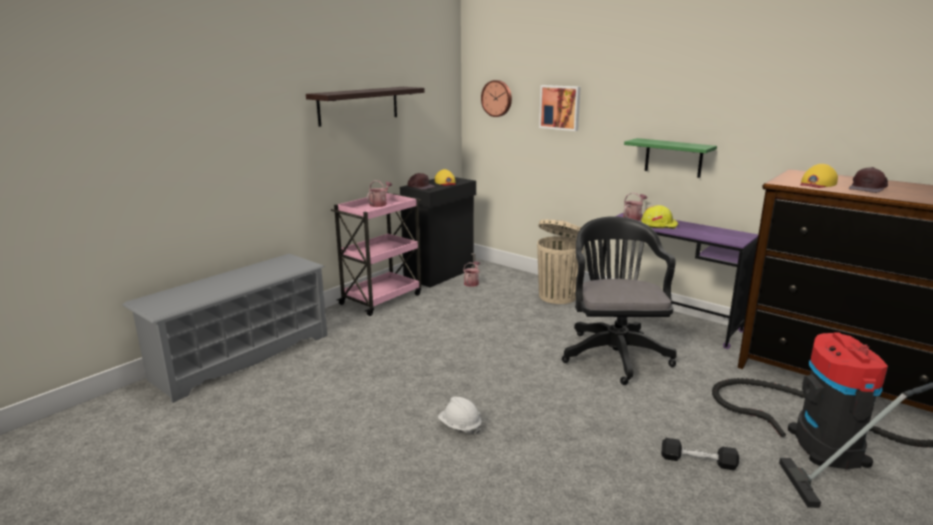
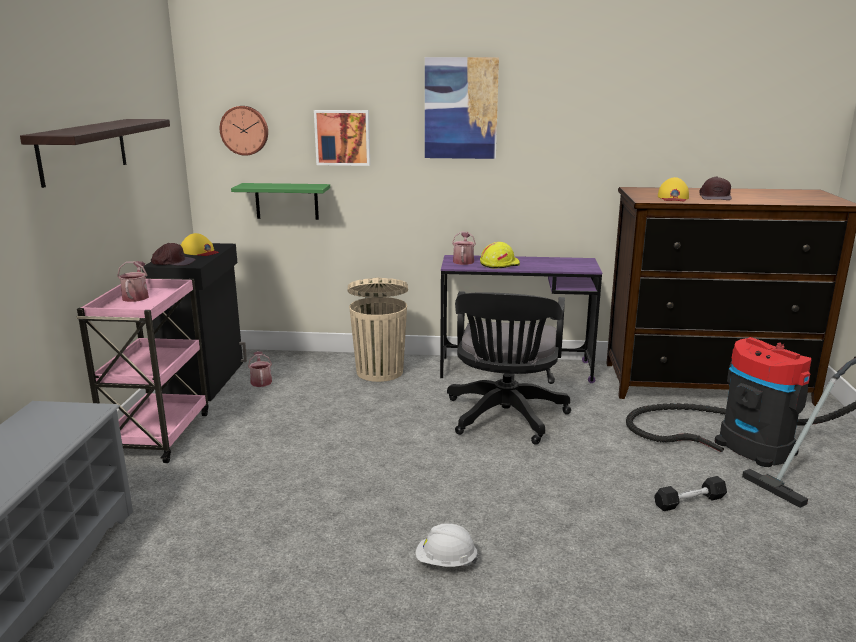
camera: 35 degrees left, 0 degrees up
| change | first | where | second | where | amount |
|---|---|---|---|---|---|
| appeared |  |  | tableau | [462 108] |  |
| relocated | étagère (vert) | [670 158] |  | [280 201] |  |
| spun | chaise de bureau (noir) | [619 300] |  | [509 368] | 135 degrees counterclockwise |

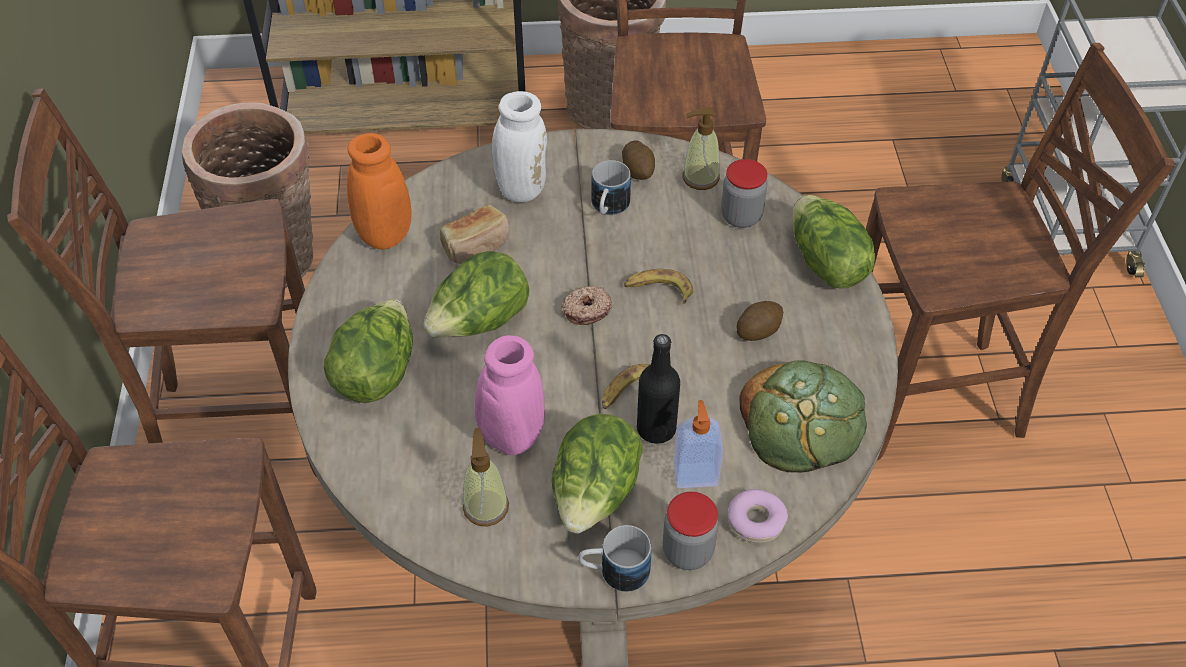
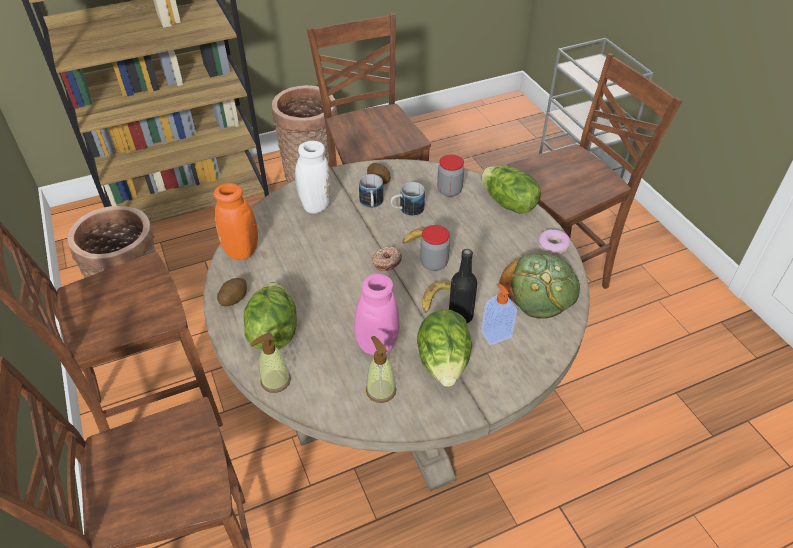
camera: 20 degrees left, 5 degrees down
| change | first | where | second | where | amount |
|---|---|---|---|---|---|
| missing | laitue | [476 294] |  |  |  |
| missing | pain | [474 234] |  |  |  |
| relocated | mug | [614 558] |  | [408 199] |  |
| relocated | bocal | [690 531] |  | [435 248] |  |
| relocated | distributeur de savon | [701 148] |  | [270 362] |  |
| relocated | beignet | [758 516] |  | [554 242] |  |
| relocated | pomme de terre | [759 321] |  | [232 292] |  |

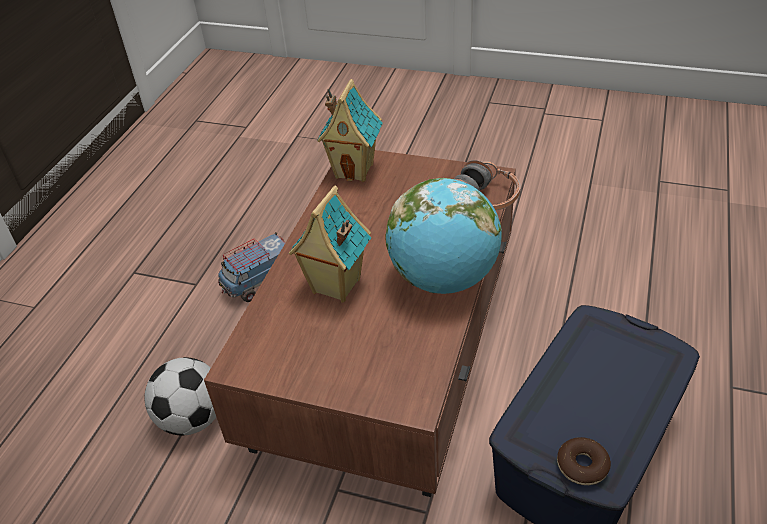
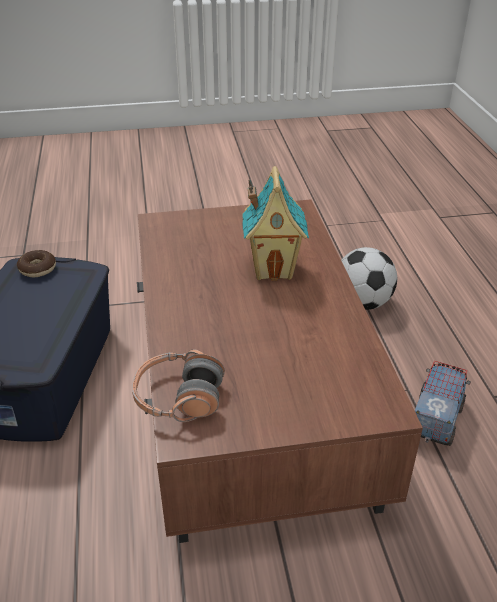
camera: 150 degrees right, 5 degrees down
| change | first | where | second | where | amount |
|---|---|---|---|---|---|
| missing | maison miniature | [350 130] |  |  |  |
| missing | globe | [443 236] |  |  |  |

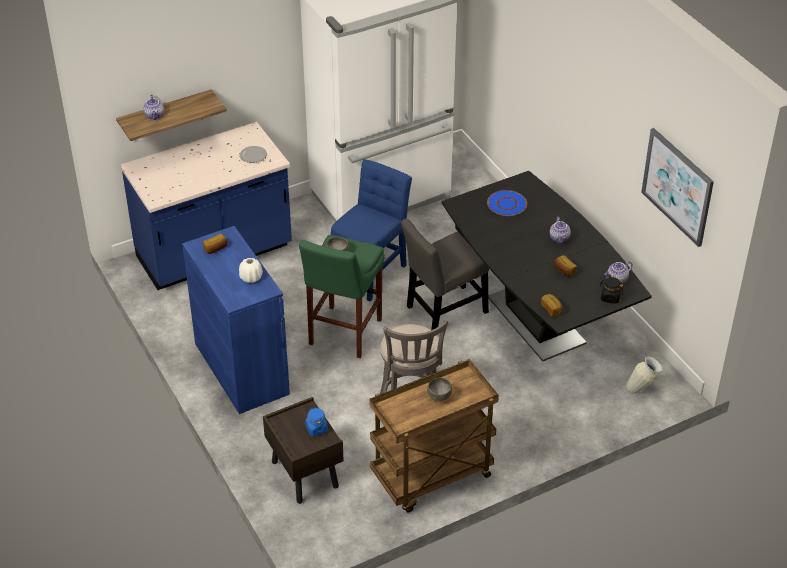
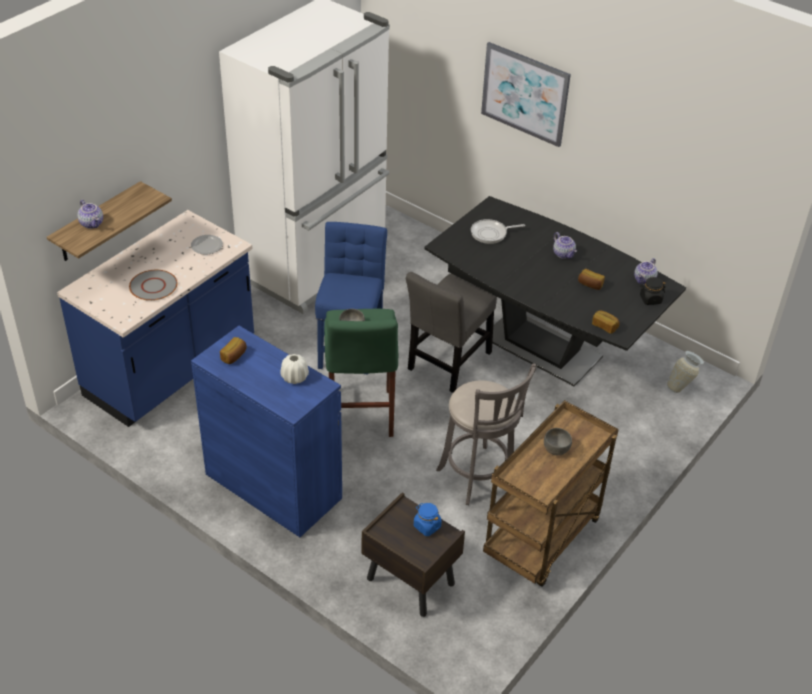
camera: 25 degrees left, 0 degrees up
| change | first | where | second | where | amount |
|---|---|---|---|---|---|
| appeared |  |  | assiette (gris) | [153 285] |  |
| relocated | tableau | [677 187] |  | [526 94] |  |
| exchanged | assiette (bleu) | [507 203] | poêle | [498 231] |  |

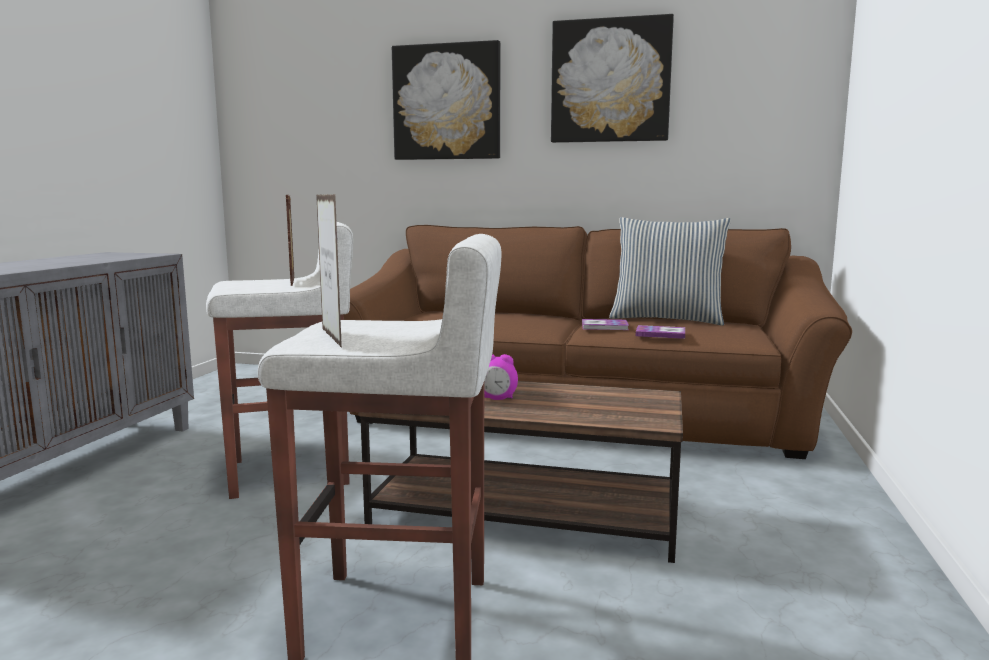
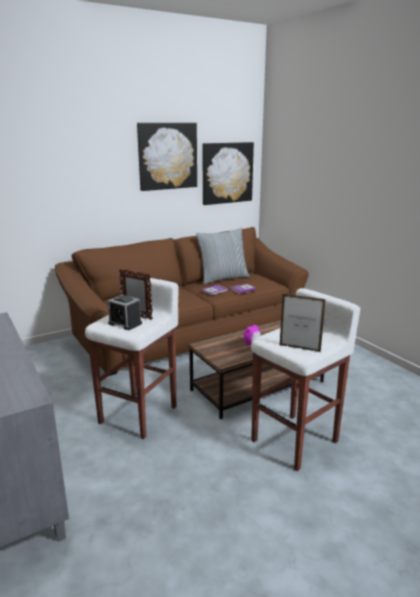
camera: 45 degrees left, 10 degrees up
| change | first | where | second | where | amount |
|---|---|---|---|---|---|
| appeared |  |  | réveil | [125 312] |  |
| relocated | tableau | [446 100] |  | [228 173] |  |

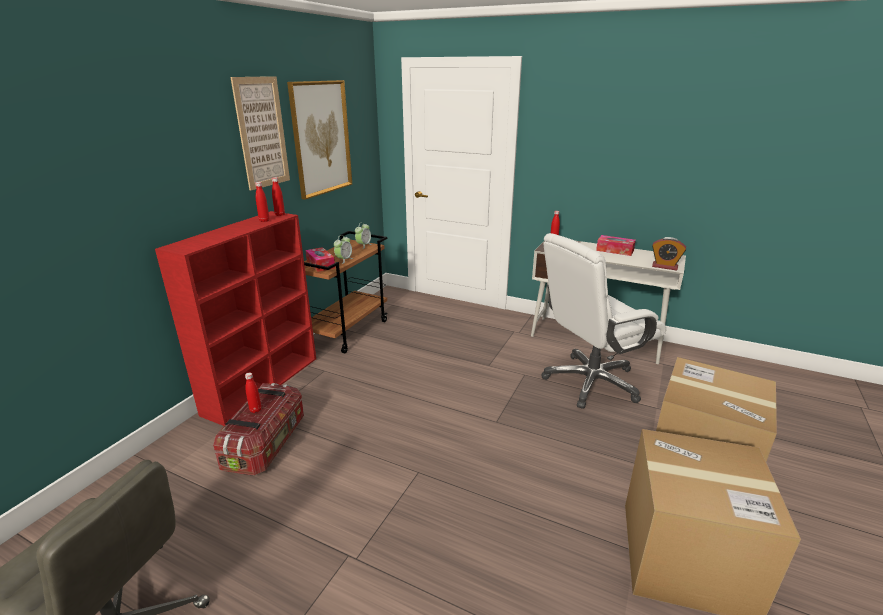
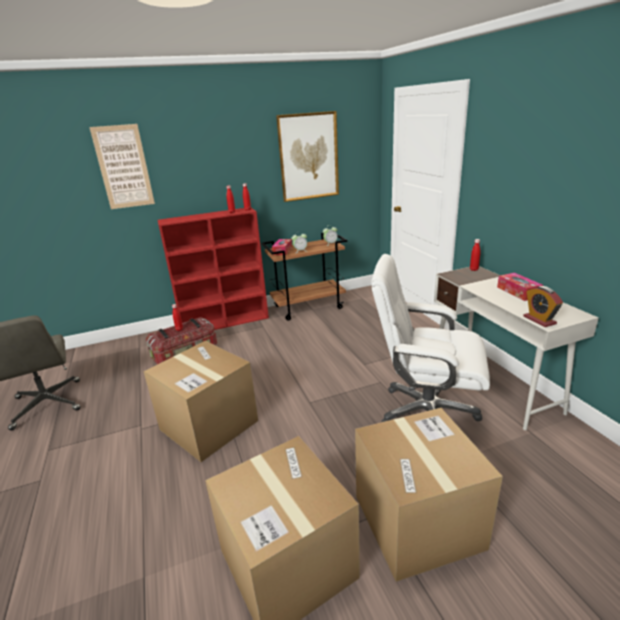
camera: 45 degrees right, 0 degrees up
| change | first | where | second | where | amount |
|---|---|---|---|---|---|
| appeared |  |  | carton | [200 401] |  |
| relocated | tableau | [260 133] |  | [122 166] |  |

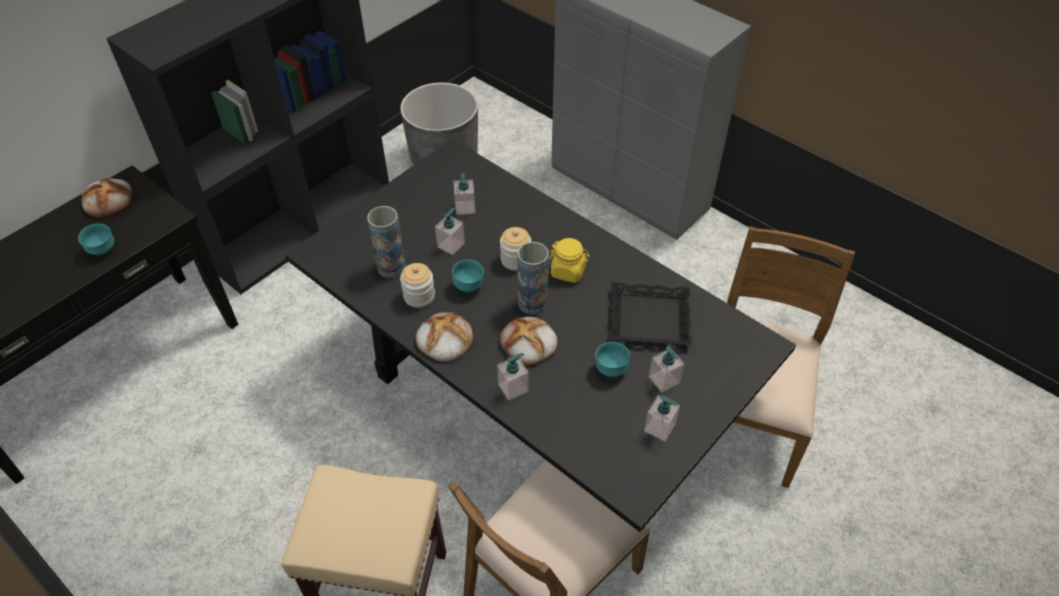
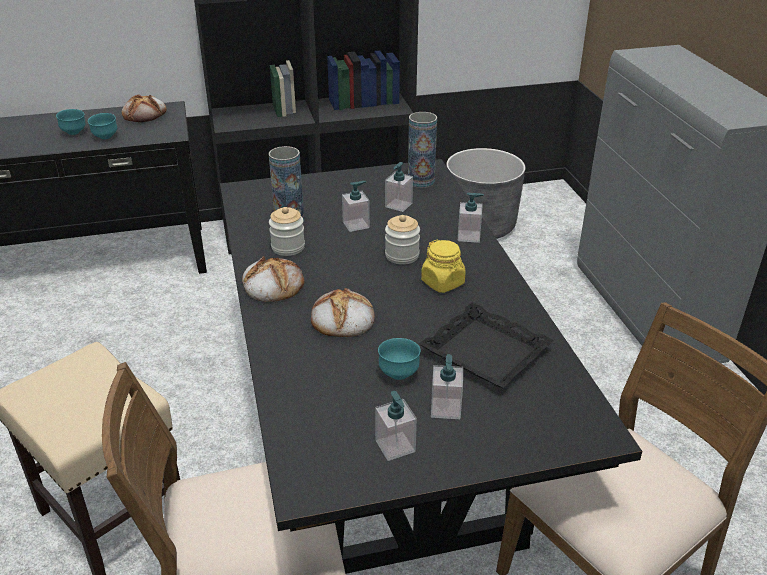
camera: 35 degrees right, 15 degrees down
| change | first | where | second | where | amount |
|---|---|---|---|---|---|
| relocated | bol (turquoise) | [468 276] |  | [70 122] |  |
| relocated | distributeur de savon | [513 377] |  | [471 217] |  |
| relocated | vase | [533 278] |  | [422 150] |  |

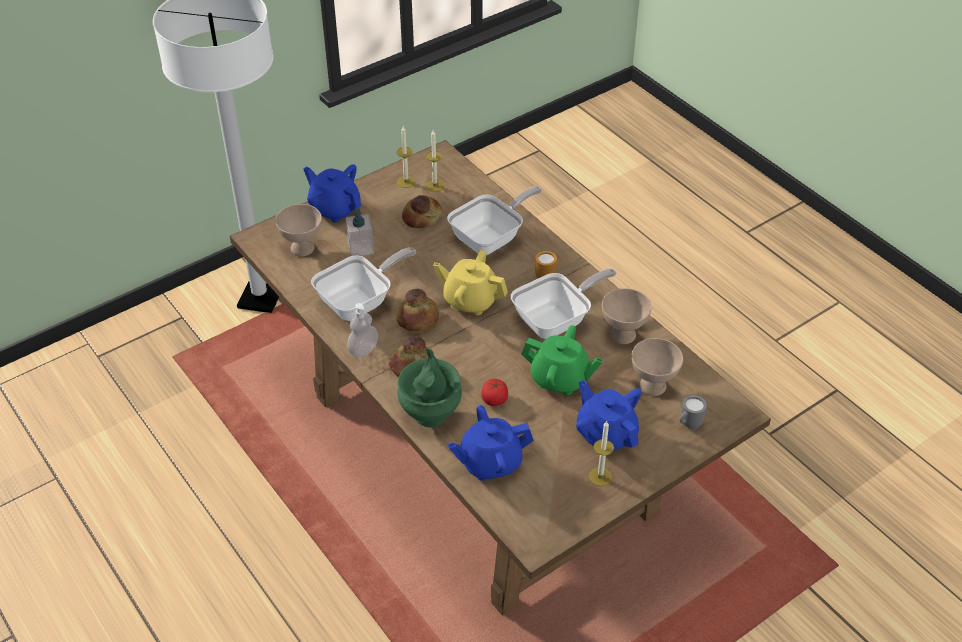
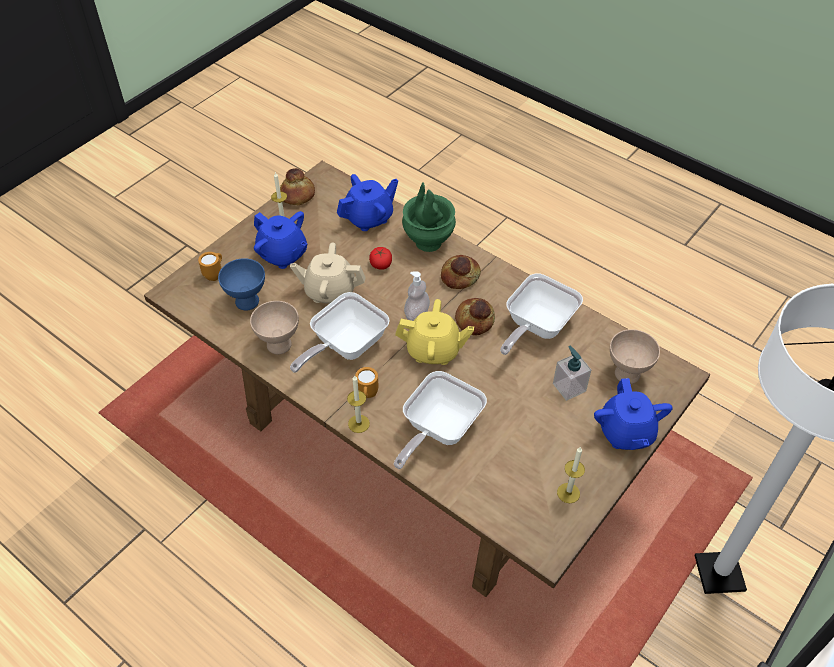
camera: 165 degrees right, 5 degrees up
| change | first | where | second | where | amount |
|---|---|---|---|---|---|
| relocated | distributeur de savon | [362 330] |  | [417 296] |  |
| relocated | pain | [422 211] |  | [297 186] |  |
| relocated | bougie | [435 161] |  | [358 404] |  |
| colour | théière (vert) | [562 360] | théière (beige) | [328 273] |  |
| colour | bol (beige) | [657 367] | bol (bleu) | [241 284] |  |
| colour | mug (gris) | [693 412] | mug (orange) | [210 266] |  |
| spun | théière (bleu) | [333 193] |  | [633 414] | 60 degrees clockwise |

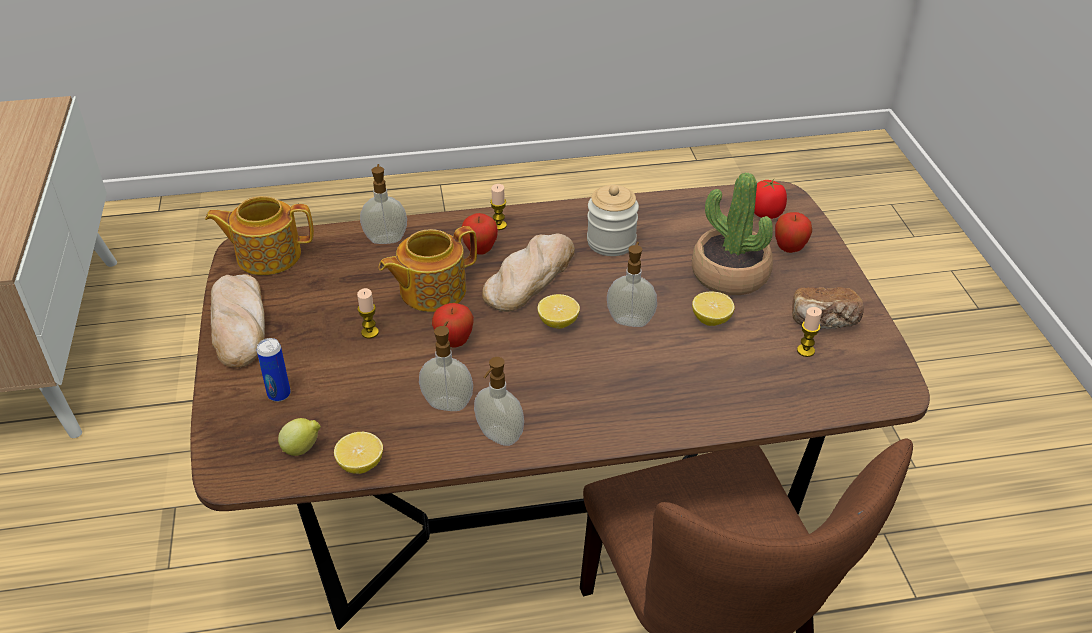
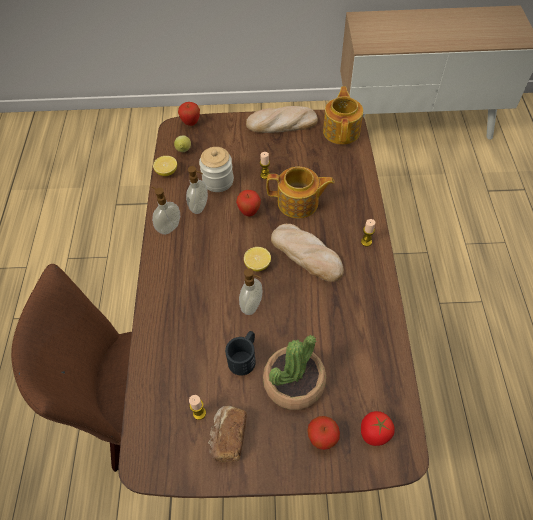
camera: 100 degrees right, 15 degrees up
| change | first | where | second | where | amount |
|---|---|---|---|---|---|
| missing | boîte métallique | [274 370] |  |  |  |
| missing | distributeur de savon | [383 204] |  |  |  |
| relocated | pomme | [480 234] |  | [189 114] |  |
| relocated | bocal | [613 220] |  | [216 169] |  |
| exchanged | citron | [713 309] | mug (noir) | [240 353] |  |
| spun | théière | [427 269] |  | [300 192] | 120 degrees clockwise |

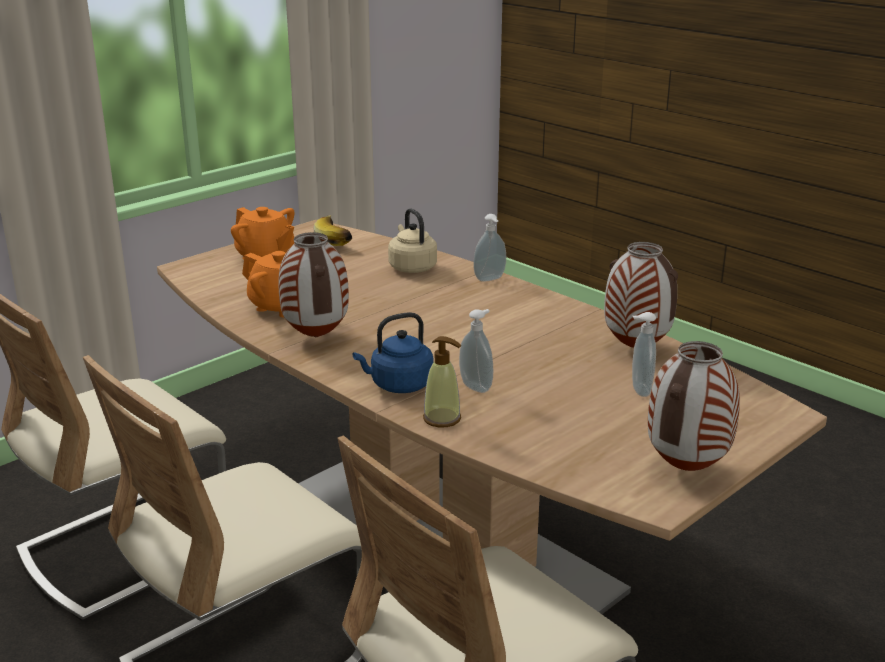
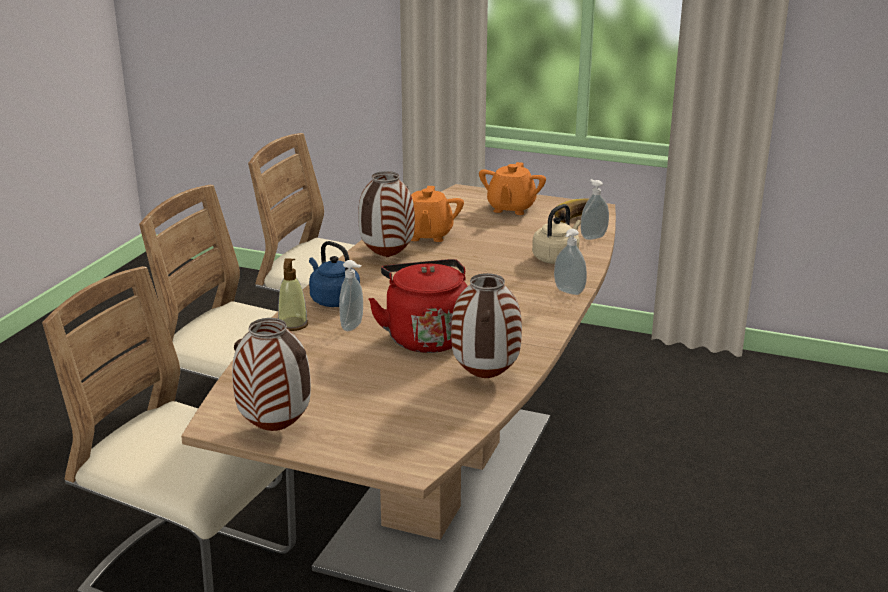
camera: 65 degrees right, 0 degrees up
| change | first | where | second | where | amount |
|---|---|---|---|---|---|
| appeared |  |  | bouilloire (rouge) | [418 306] |  |
| relocated | distributeur de savon | [644 354] |  | [594 209] |  |

